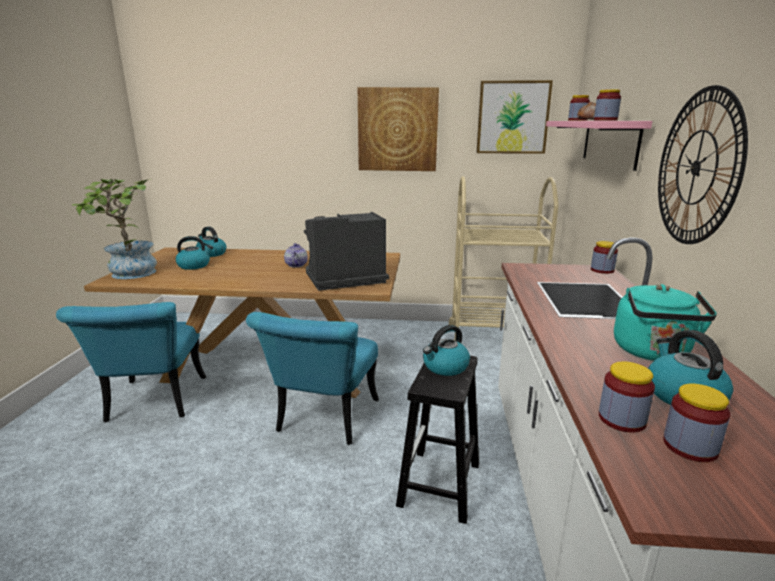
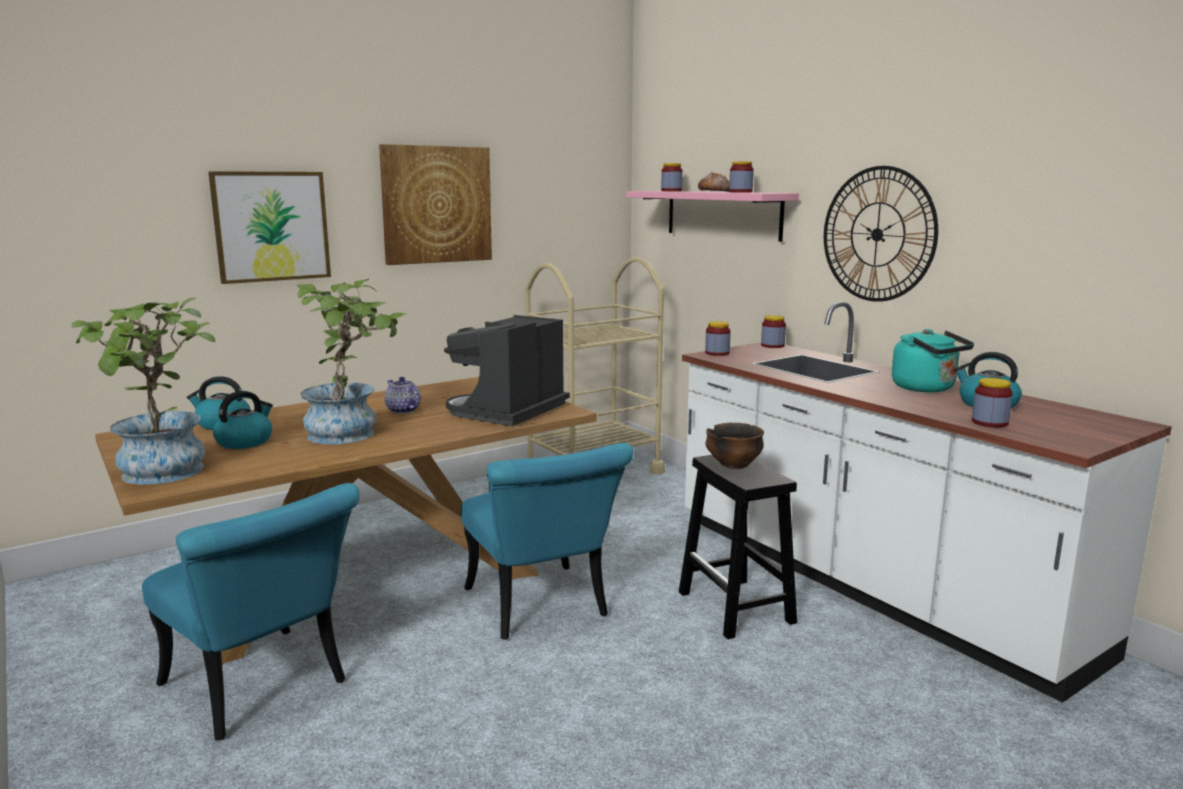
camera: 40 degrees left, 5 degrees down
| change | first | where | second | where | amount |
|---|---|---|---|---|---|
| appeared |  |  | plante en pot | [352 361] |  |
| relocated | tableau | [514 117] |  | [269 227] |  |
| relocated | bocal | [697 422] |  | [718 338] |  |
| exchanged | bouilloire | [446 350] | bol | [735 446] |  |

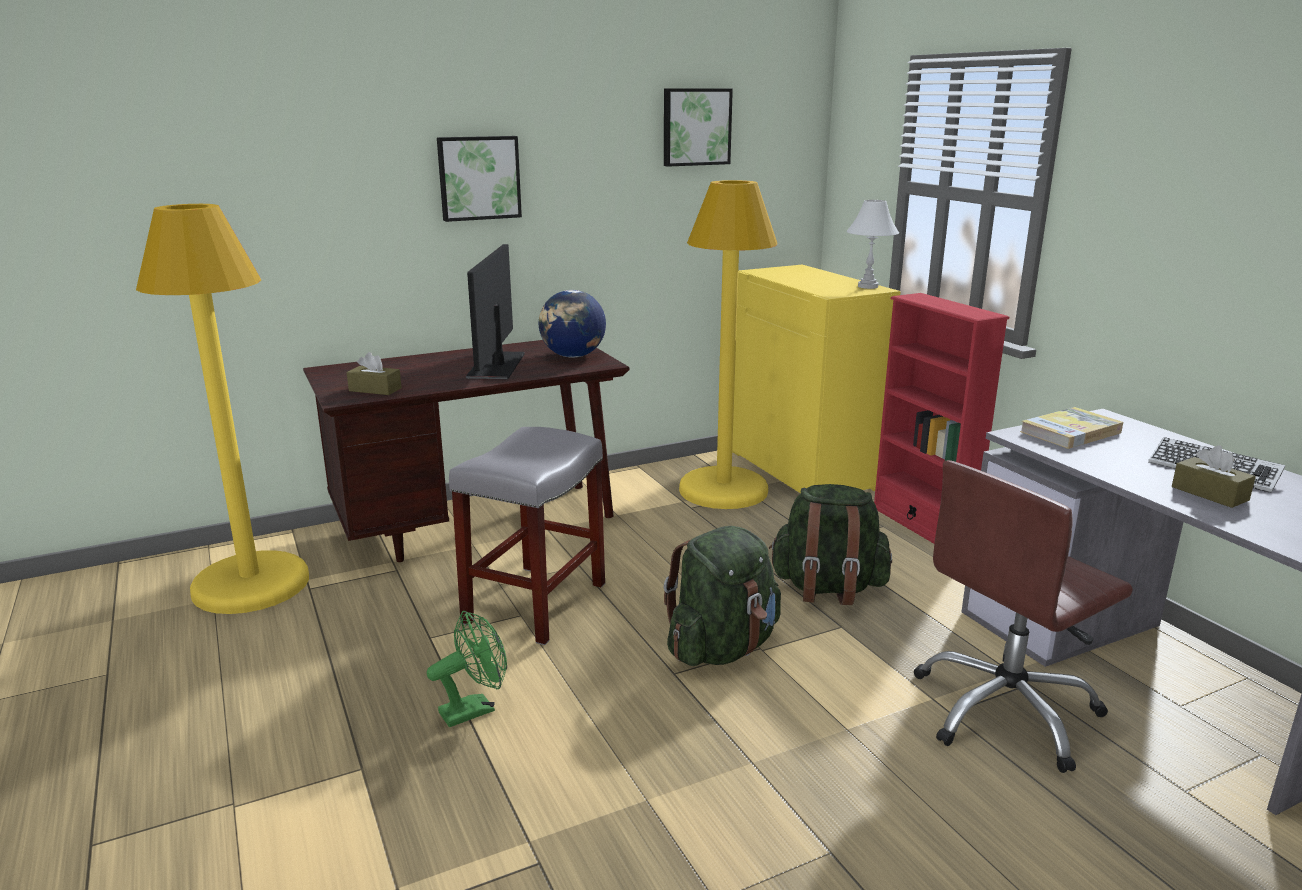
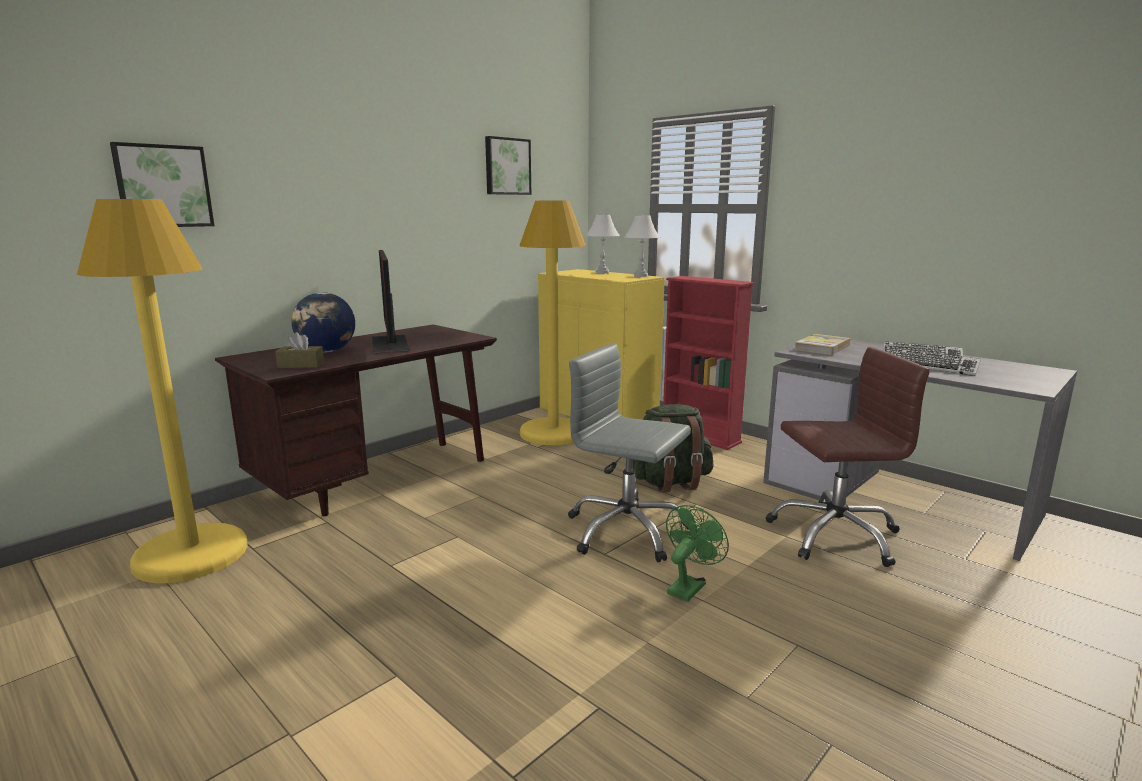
camera: 20 degrees left, 5 degrees down
| change | first | where | second | where | amount |
|---|---|---|---|---|---|
| missing | tabouret (gris) | [527 536] |  |  |  |
| appeared |  |  | lampe de table (blanc) | [603 243] |  |
| relocated | ventilateur (vert) | [467 669] |  | [697 553] |  |
| relocated | tableau | [479 179] |  | [162 184] |  |
| relocated | globe | [572 324] |  | [323 322] |  |
| exchanged | sac à dos (vert) | [722 596] | chaise de bureau (gris) | [629 452] |  |
| exchanged | boîte à mouchoirs (marron) | [1214 476] | clavier | [938 362] |  |
| spun | chaise de bureau (marron) | [1023 616] |  | [848 457] | 135 degrees counterclockwise |

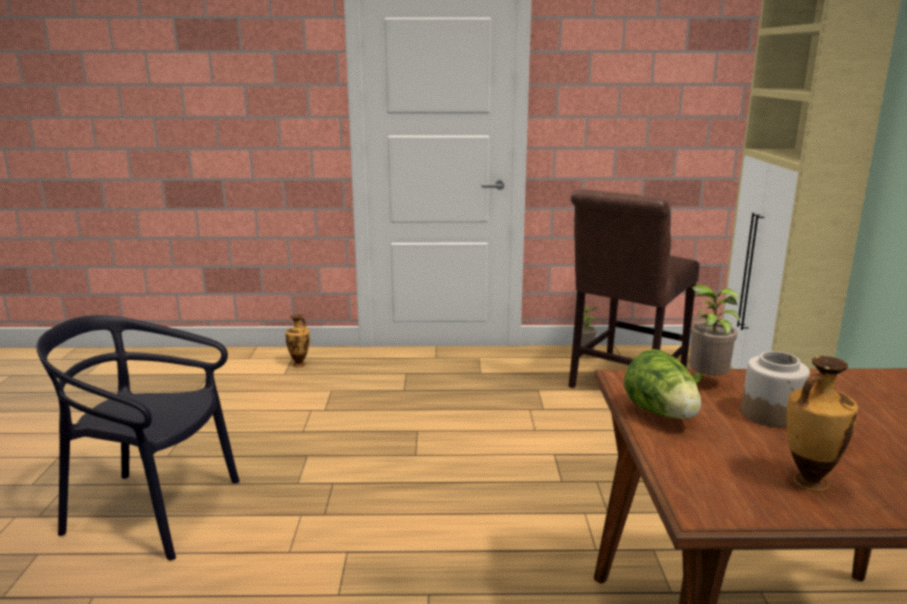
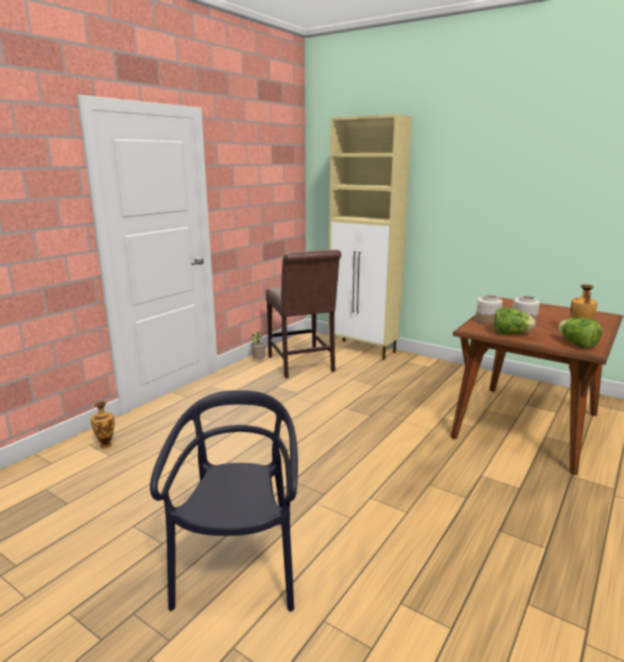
camera: 55 degrees left, 0 degrees up
| change | first | where | second | where | amount |
|---|---|---|---|---|---|
| appeared |  |  | laitue | [580 333] |  |
| exchanged | plante en pot | [715 334] | bocal | [489 310] |  |
| spun | chaise (noir) | [138 437] |  | [224 501] | 135 degrees clockwise |

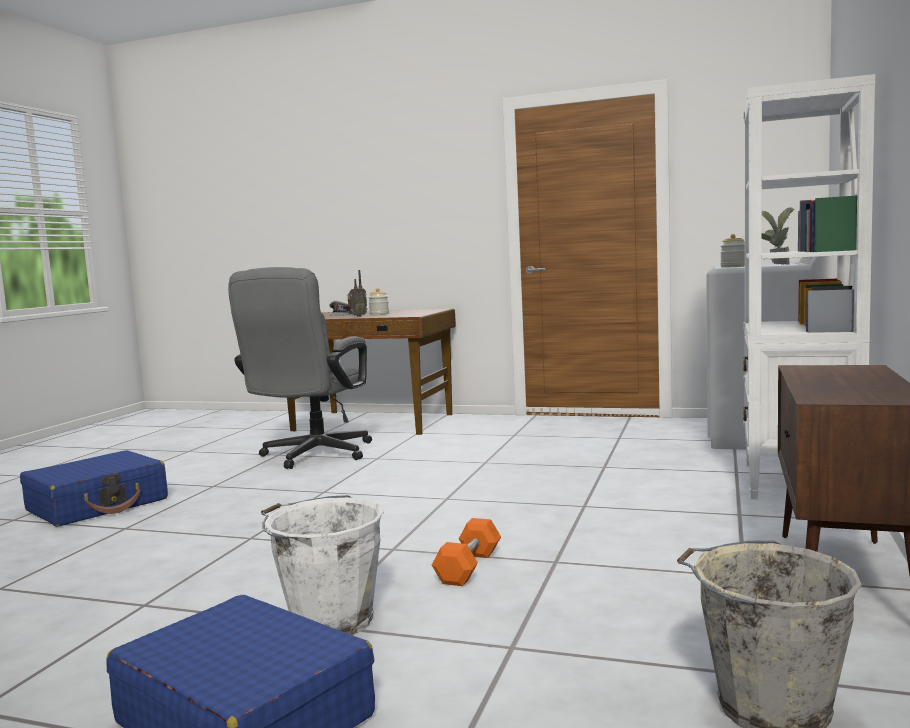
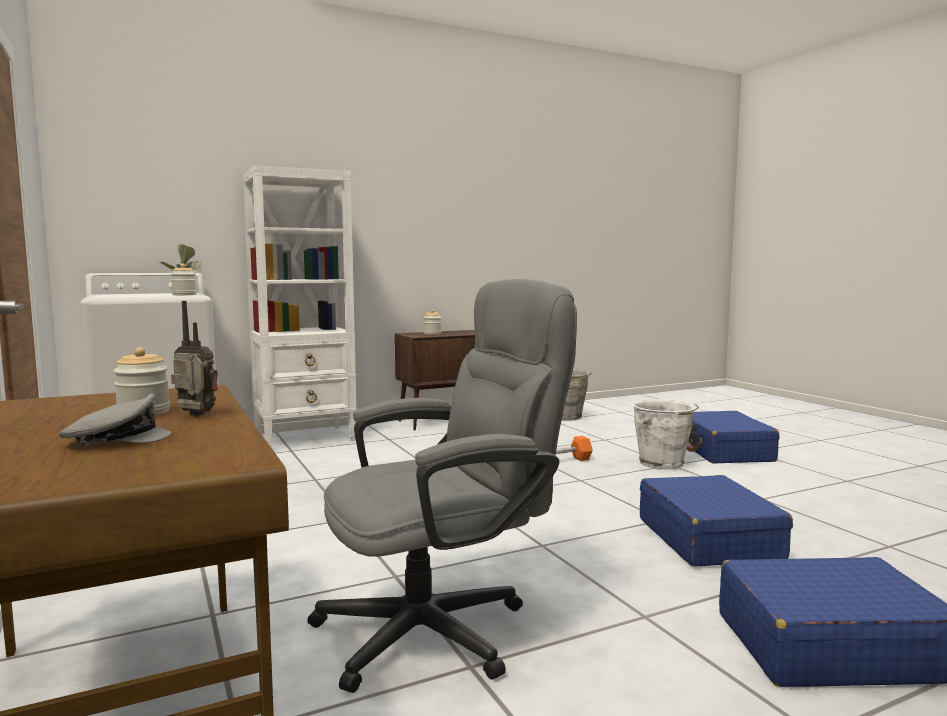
camera: 135 degrees left, 0 degrees up
| change | first | where | second | where | amount |
|---|---|---|---|---|---|
| appeared |  |  | bocal | [432 322] |  |
| appeared |  |  | valise (bleu) | [716 521] |  |

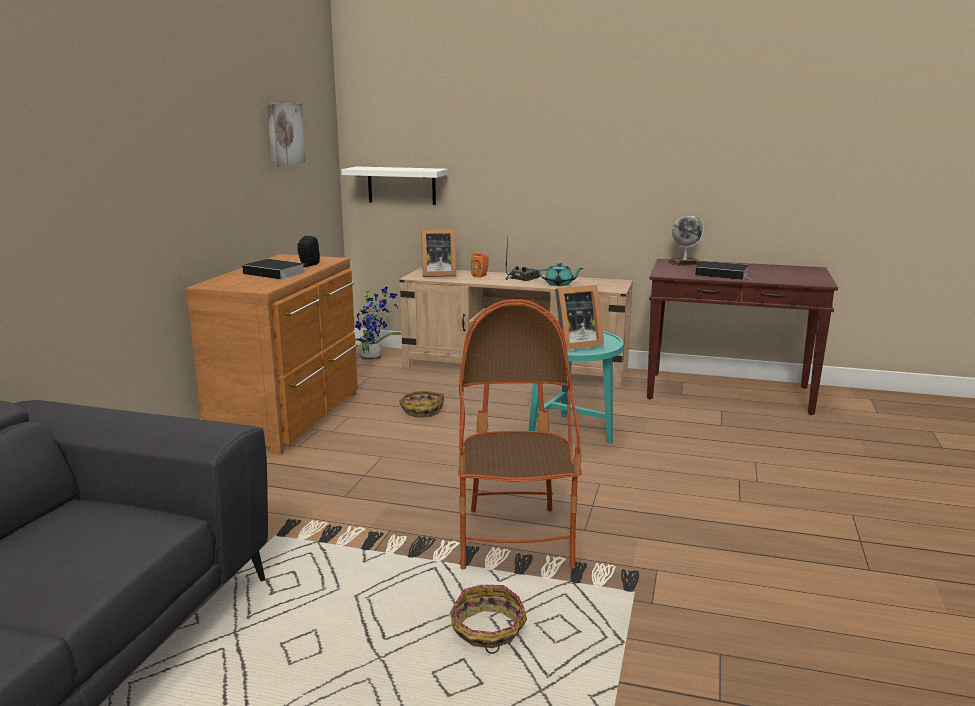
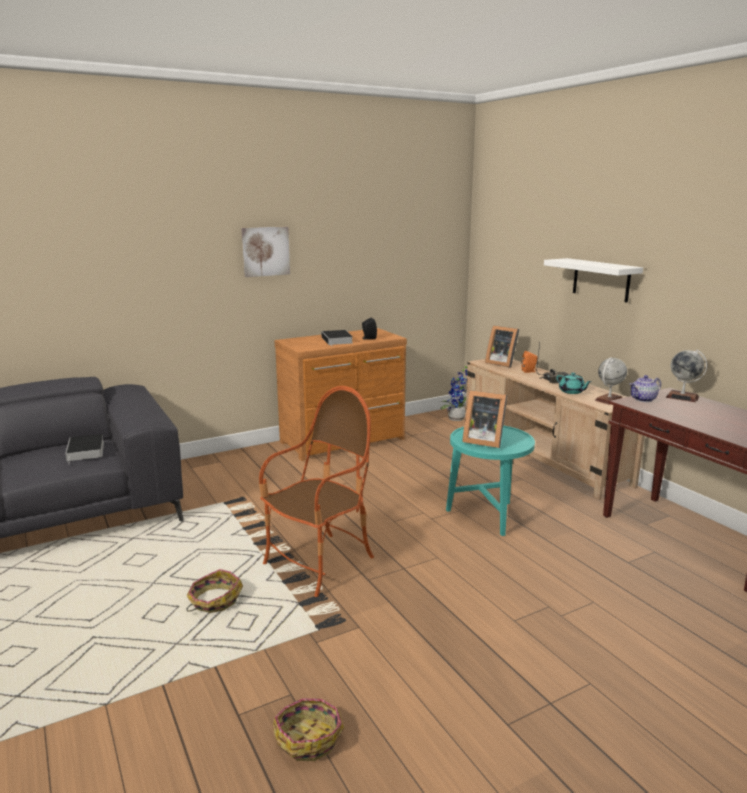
camera: 45 degrees right, 0 degrees up
| change | first | where | second | where | amount |
|---|---|---|---|---|---|
| appeared |  |  | globe | [611 381] |  |
| appeared |  |  | théière | [645 388] |  |
| relocated | tableau | [286 135] |  | [265 252] |  |
| relocated | étagère (blanc) | [394 185] |  | [593 280] |  |
| relocated | panier | [421 404] |  | [308 730] |  |
| relocated | livre | [724 270] |  | [84 449] |  |

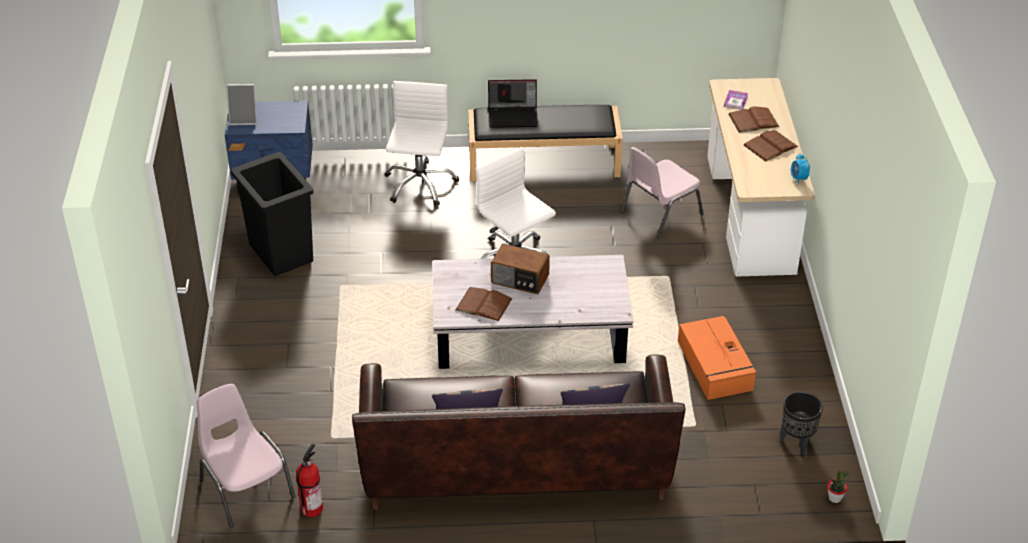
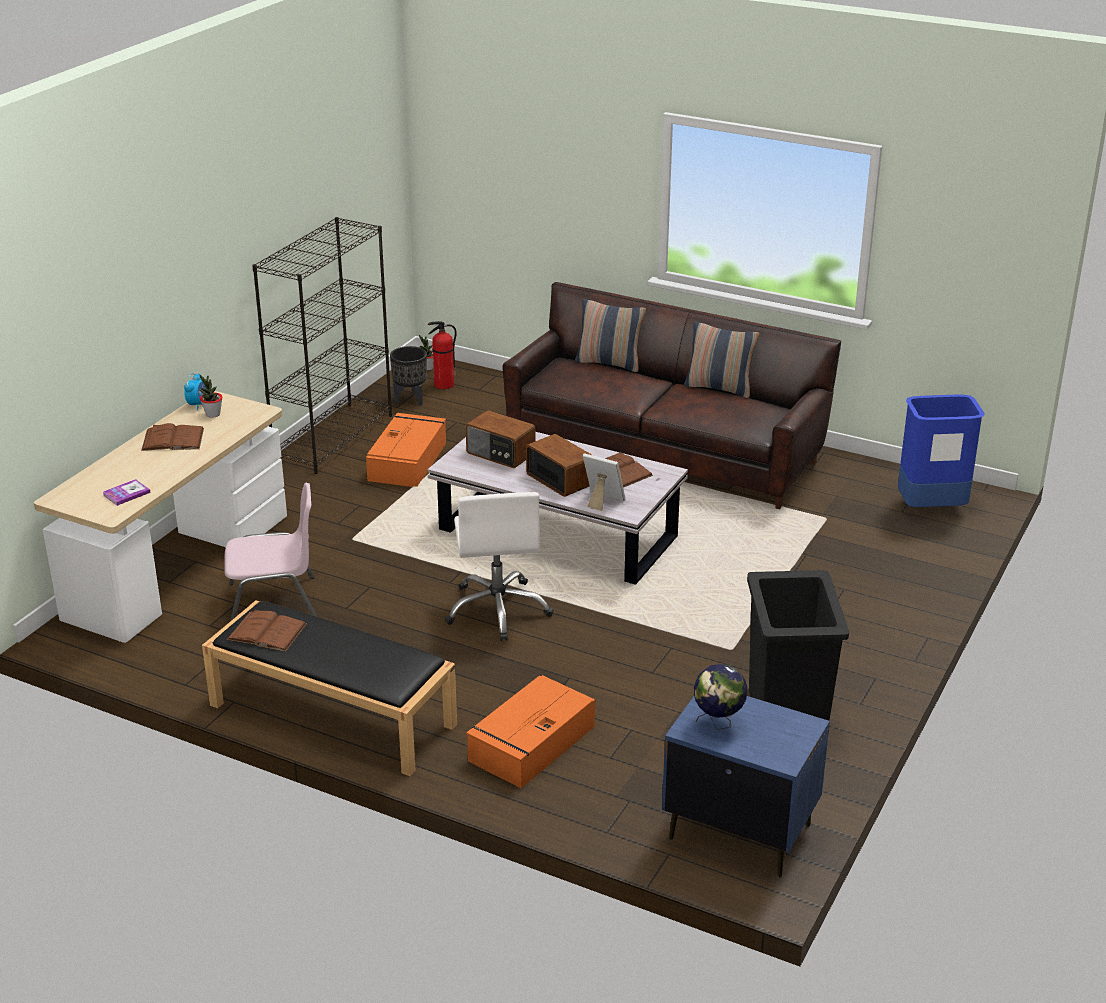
camera: 150 degrees left, 10 degrees down
| change | first | where | second | where | amount |
|---|---|---|---|---|---|
| missing | ordinateur portable | [513 103] |  |  |  |
| appeared |  |  | plante en pot | [211 396] |  |
| appeared |  |  | bibliothèque (noir) | [322 345] |  |
| appeared |  |  | radio | [501 439] |  |
| appeared |  |  | globe | [720 697] |  |
| relocated | cadre photo | [241 104] |  | [604 482] |  |
| relocated | extincteur | [309 480] |  | [442 355] |  |
| relocated | livre (marron) | [753 120] |  | [267 631] |  |
| exchanged | chaise (rose) | [246 456] | poubelle (bleu) | [941 451] |  |
| exchanged | chaise de bureau (blanc) | [421 143] | boîte de rangement (orange) | [530 731] |  |

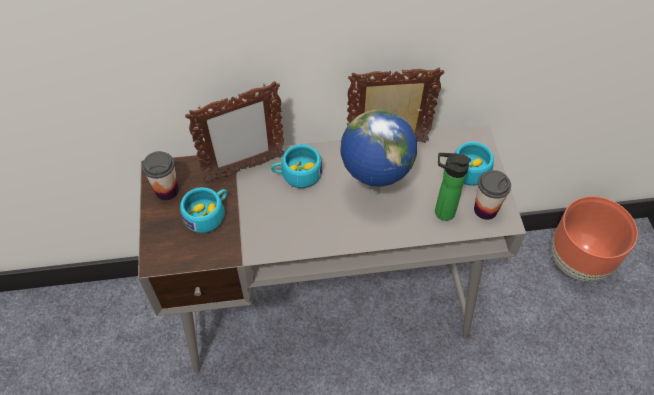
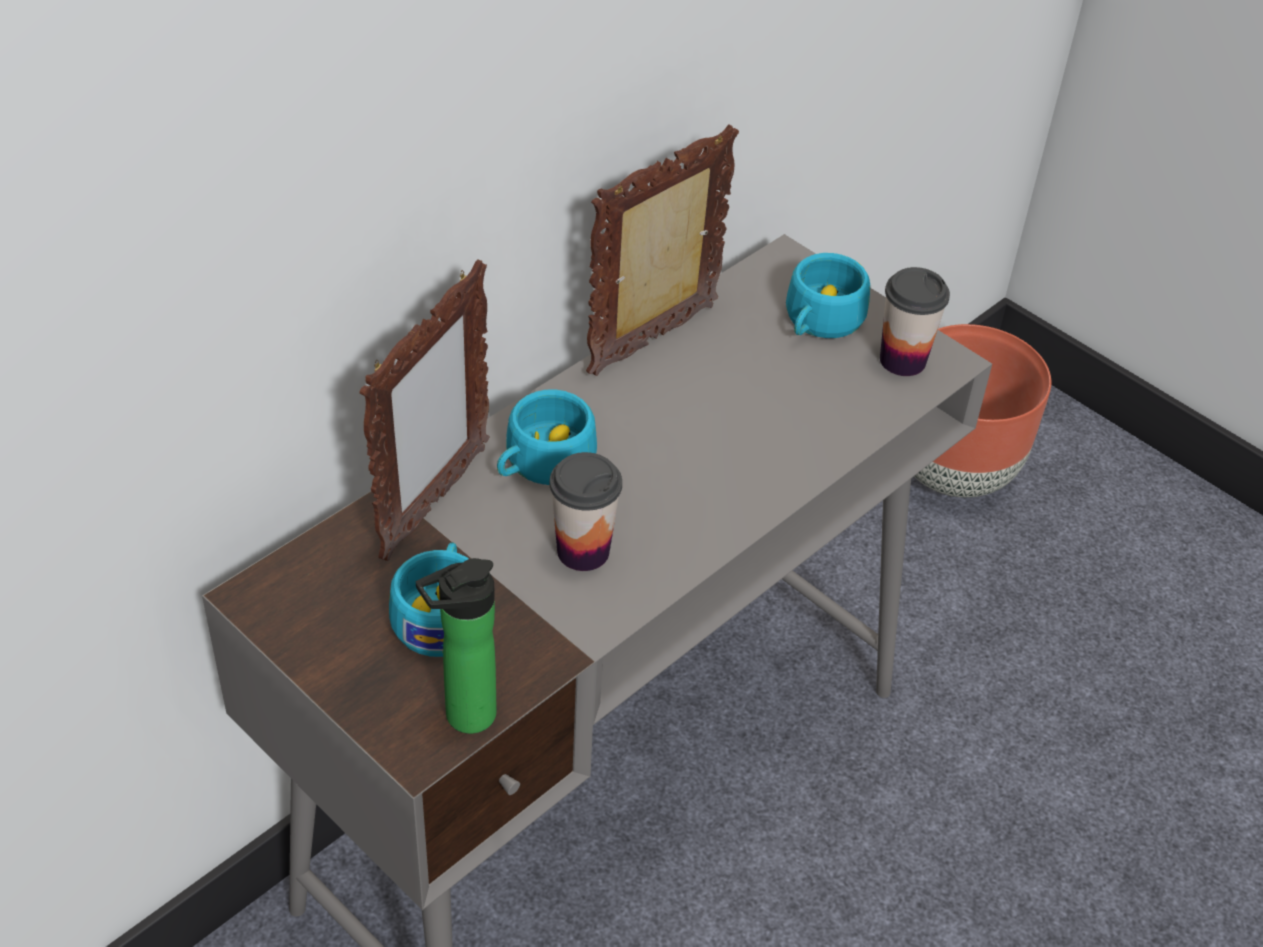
camera: 40 degrees left, 10 degrees down
| change | first | where | second | where | amount |
|---|---|---|---|---|---|
| missing | globe | [378 152] |  |  |  |
| relocated | tasse | [160 176] |  | [585 511] |  |
| relocated | bouteille | [453 187] |  | [456 646] |  |

